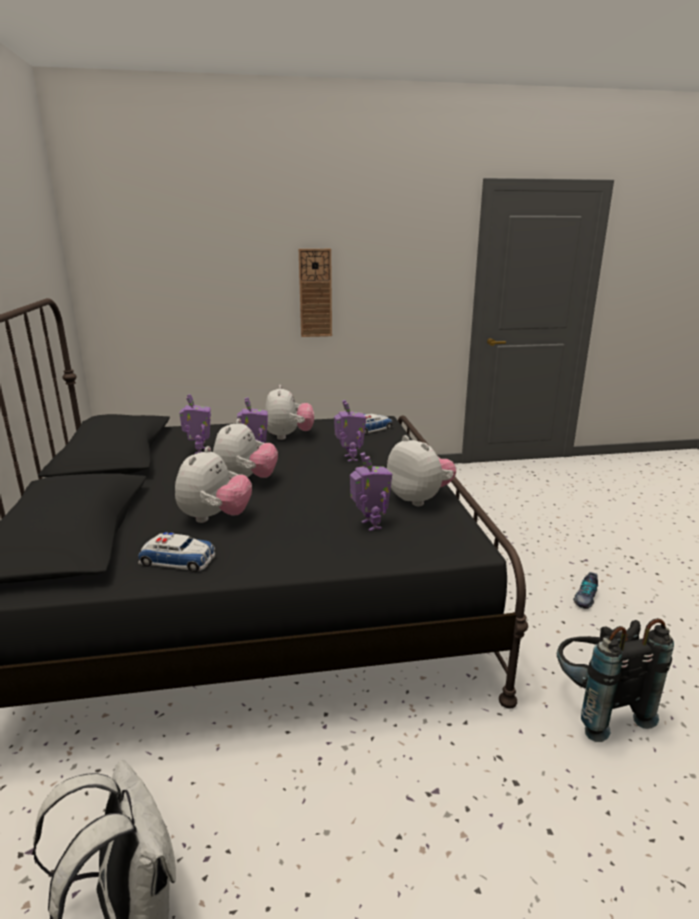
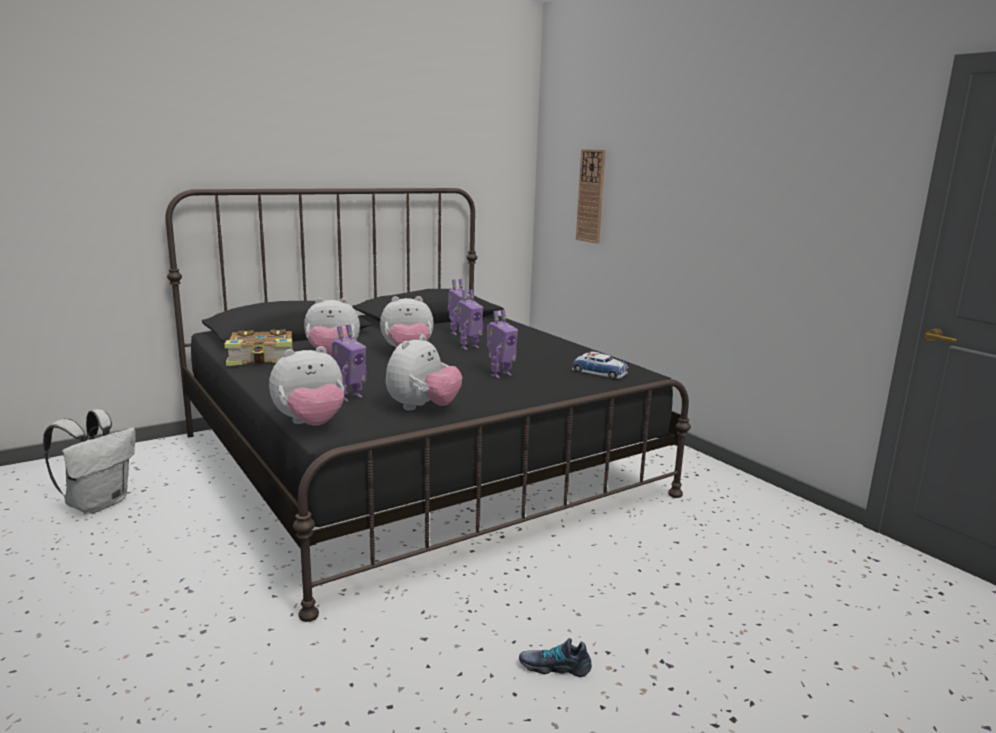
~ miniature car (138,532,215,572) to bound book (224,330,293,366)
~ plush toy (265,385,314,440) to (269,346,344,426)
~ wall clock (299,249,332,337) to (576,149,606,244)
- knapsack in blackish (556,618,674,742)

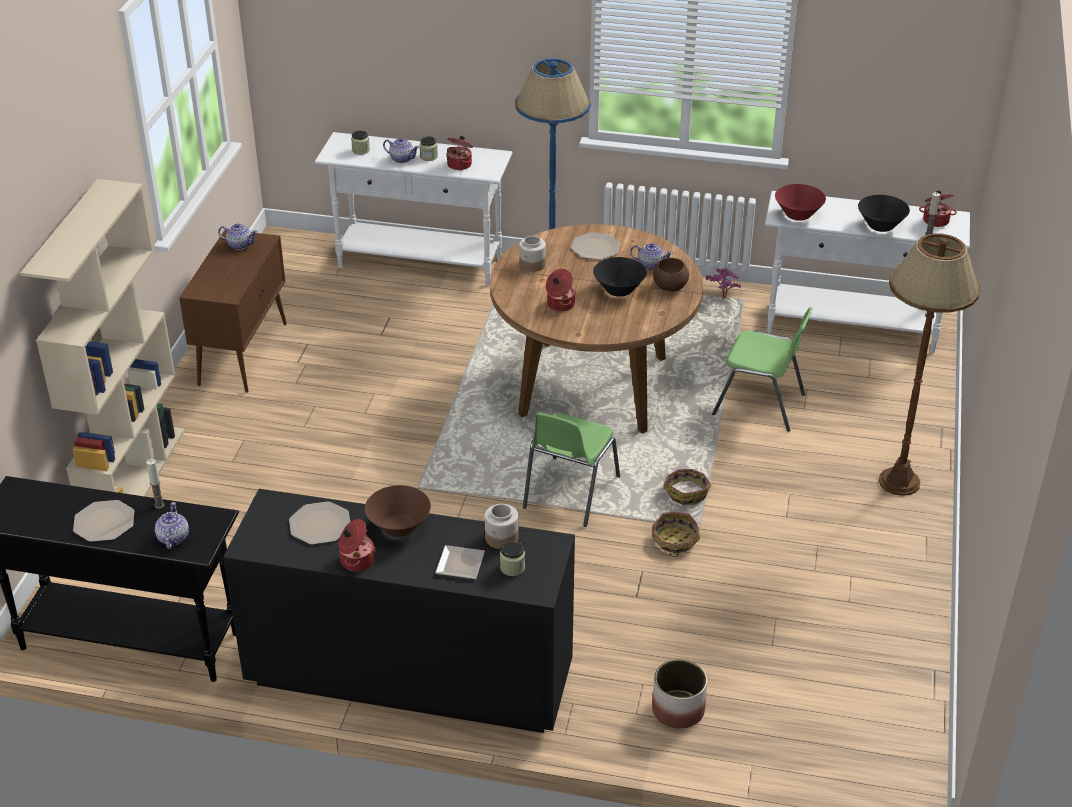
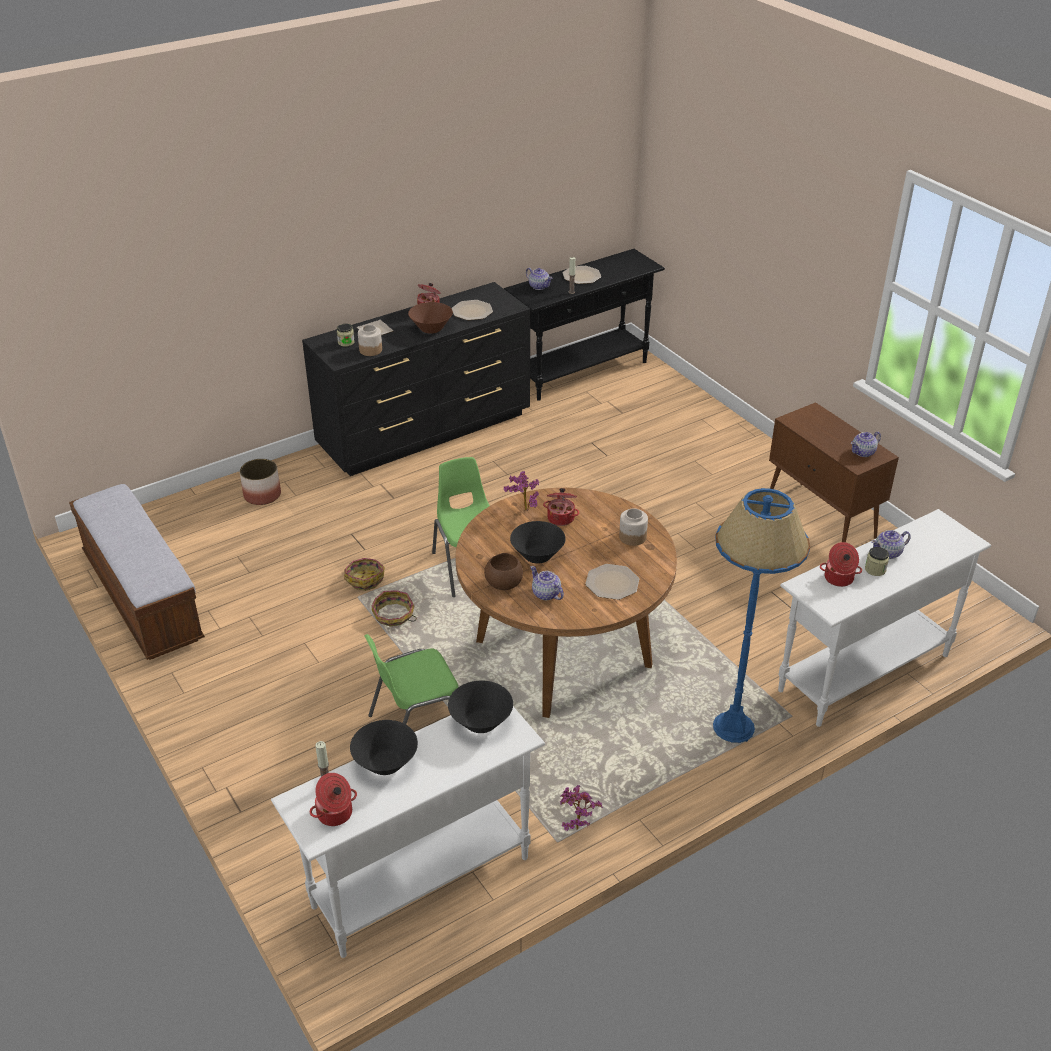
- shelving unit in beige-coloured (20,179,185,497)
- storage jar (351,130,370,155)
~ pot for tea (630,243,673,270) = (530,566,564,600) 75 degrees clockwise
~ serving bowl in red (775,184,826,221) to serving bowl in blackish (448,681,513,733)
- floor lamp in brown-coloured (879,233,981,496)
+ bench (69,484,205,660)
+ potted plant (504,471,539,511)

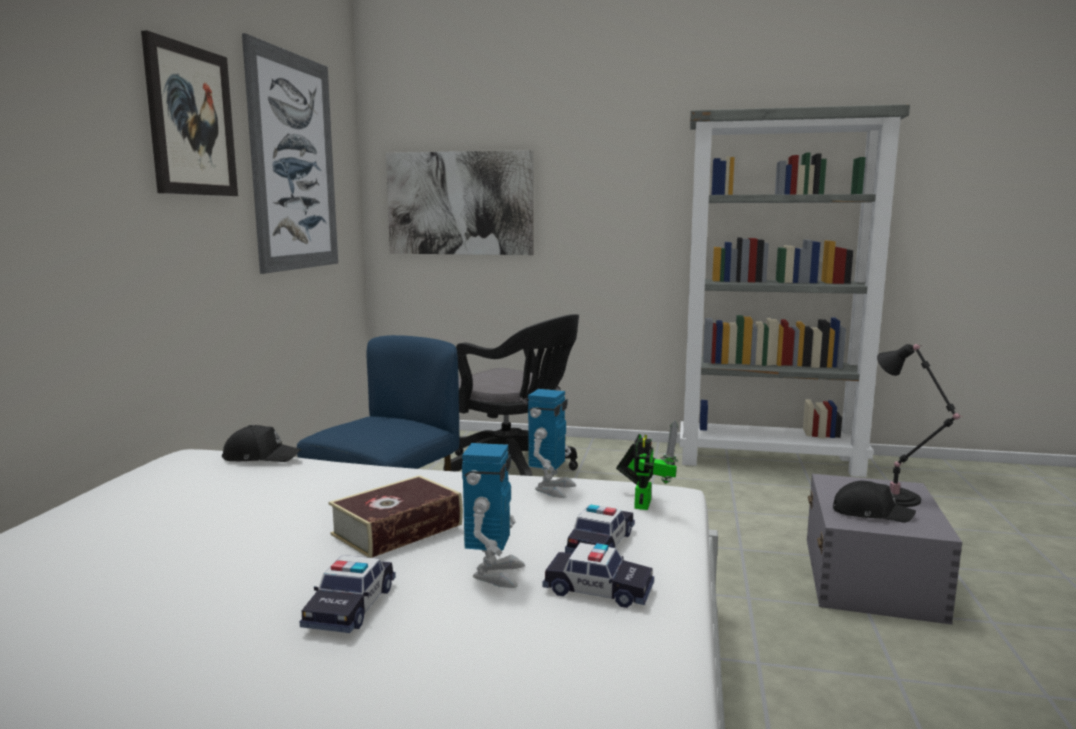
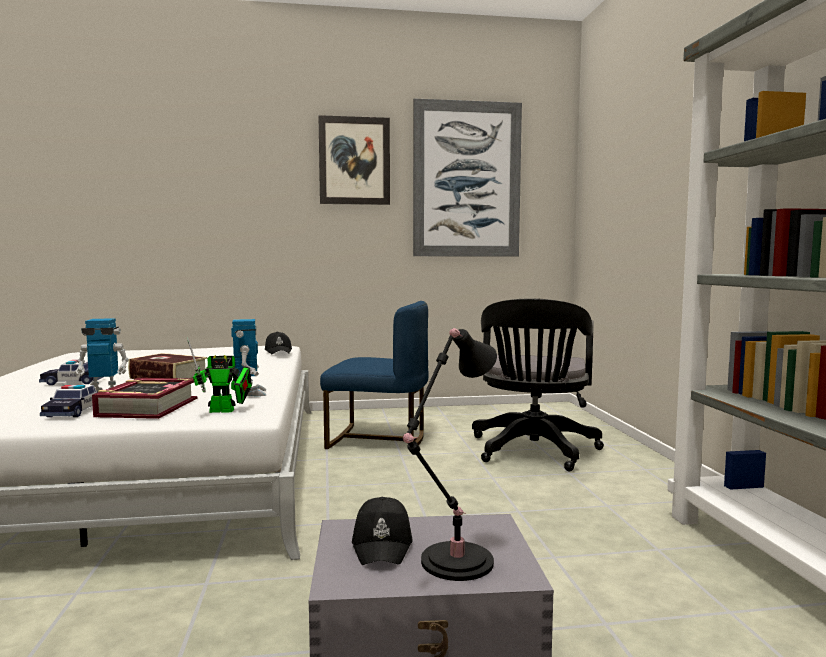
- wall art (386,150,534,255)
~ model robot (528,389,576,498) = (231,319,266,396) 105 degrees counterclockwise
~ miniature car (565,504,635,553) to bound book (92,378,197,419)

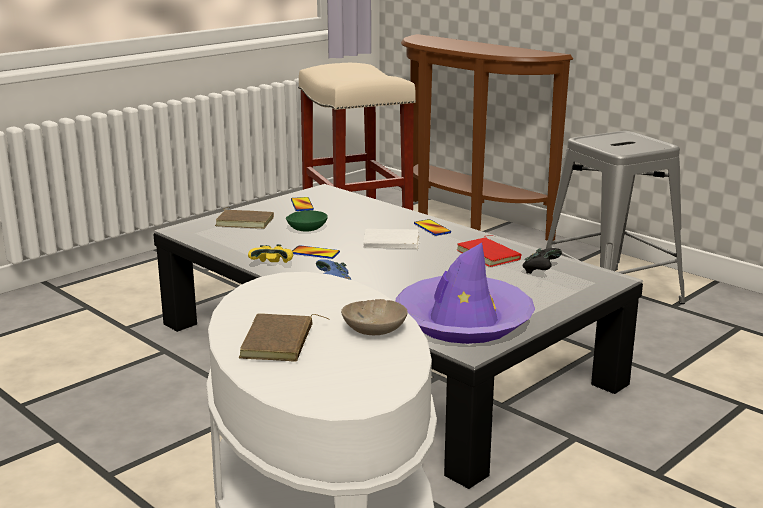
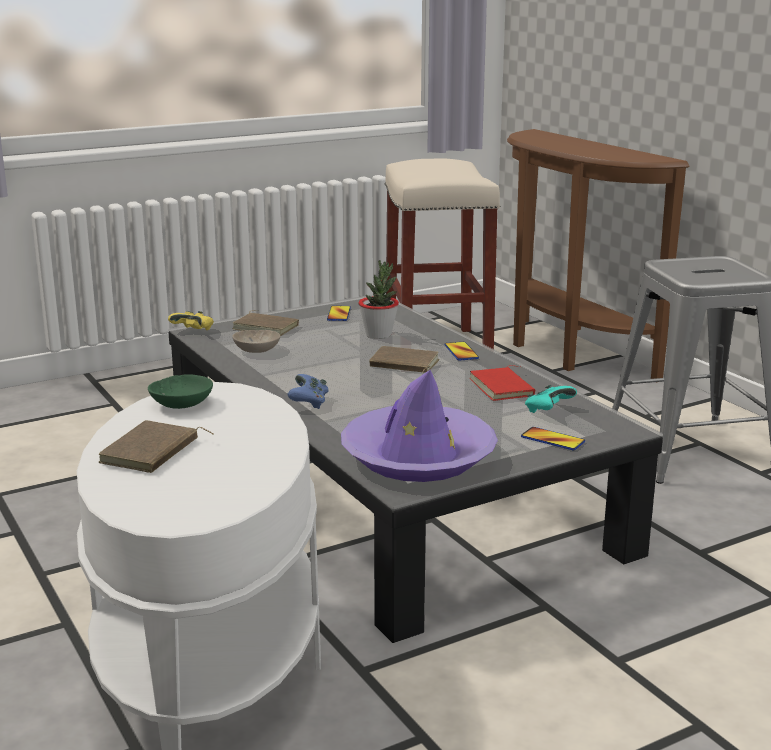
~ joypad in yellow-coloured (248,244,293,263) to (168,311,214,330)
~ serving bowl in greenish (286,210,328,232) to (148,374,213,409)
~ handset (292,245,340,259) to (521,427,585,450)
~ serving bowl in beige-coloured (341,299,408,335) to (232,330,280,353)
~ bound book in white (363,229,420,249) to bound book in brown-coloured (369,346,440,373)
~ joypad in blackish (523,248,562,274) to joypad in turquoise (525,385,577,413)
+ potted plant (358,260,399,339)

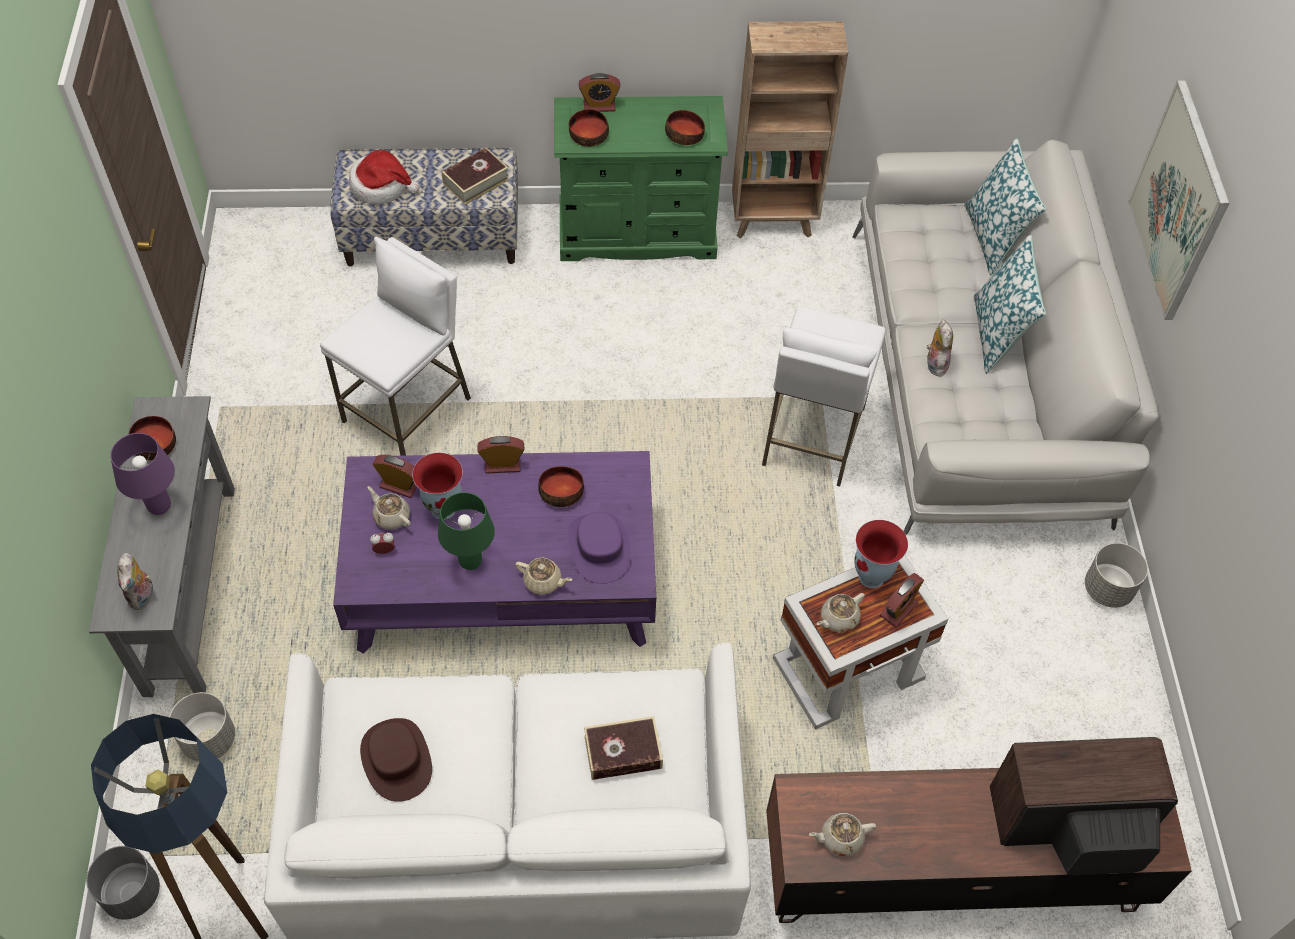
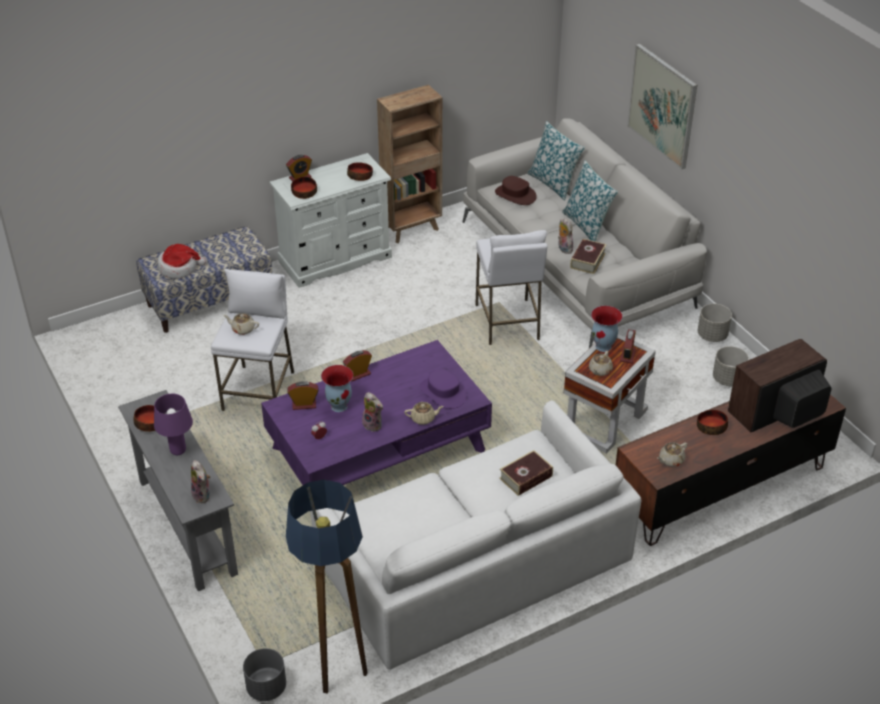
~ planter in gray (169,692,235,762) to (713,346,749,386)
~ clothing hat in brown-coloured (360,718,432,802) to (495,176,537,205)
~ pot for tea in beige-coloured (367,486,411,530) to (224,313,259,335)
~ lamp for a table in greenish (438,492,495,570) to plush toy (362,392,383,432)
~ bound book (442,148,509,205) to (570,239,606,274)
~ serving bowl (538,466,584,507) to (697,410,728,435)
~ drawer chest in greenish (554,96,728,261) to drawer chest in white (269,153,392,288)

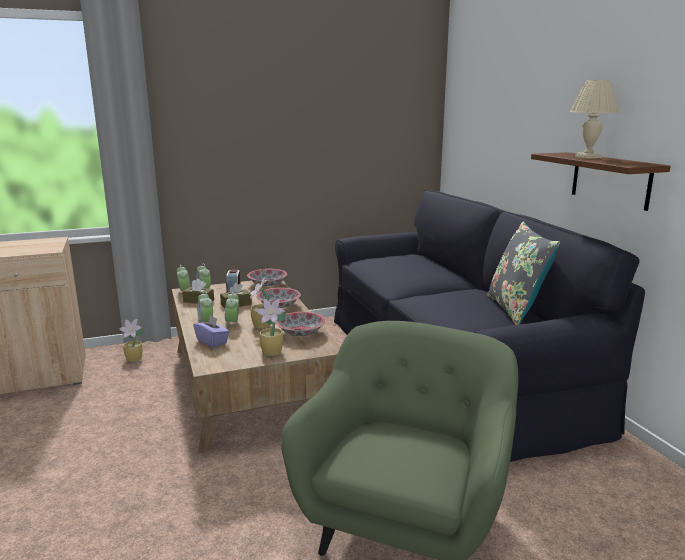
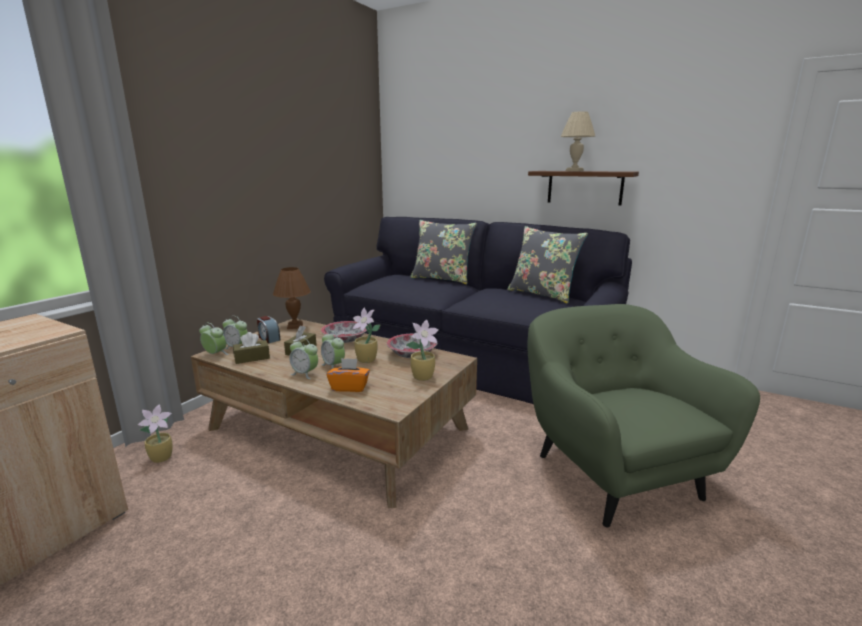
~ tissue box in purplish (193,315,229,348) to tissue box in orange (327,358,370,392)
~ serving bowl (247,269,287,286) to lamp for a table in brown-coloured (273,267,311,329)
+ throw pillow in gray (410,220,477,284)

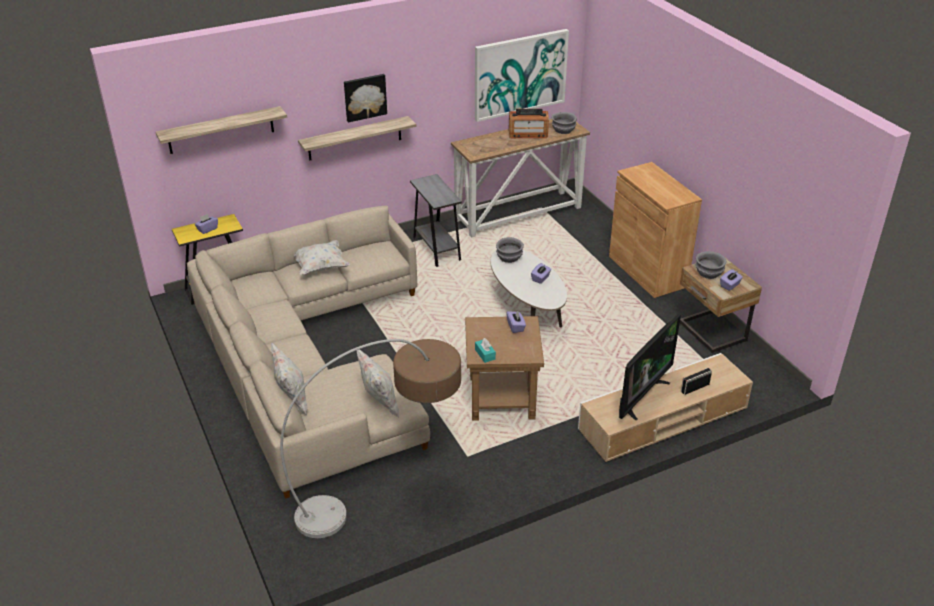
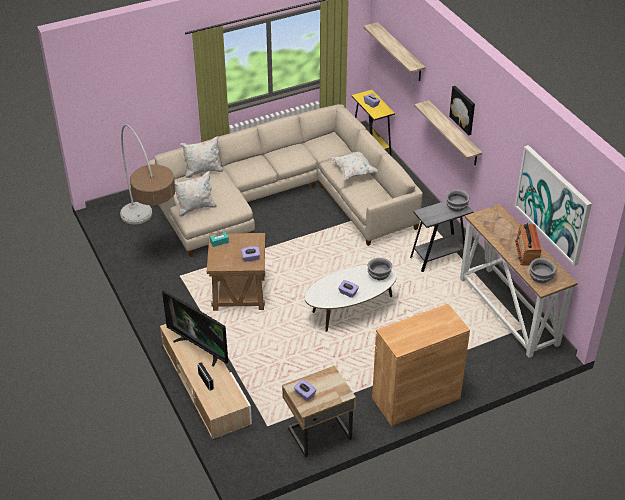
~ serving bowl in gray (695,251,727,279) to (446,189,470,212)

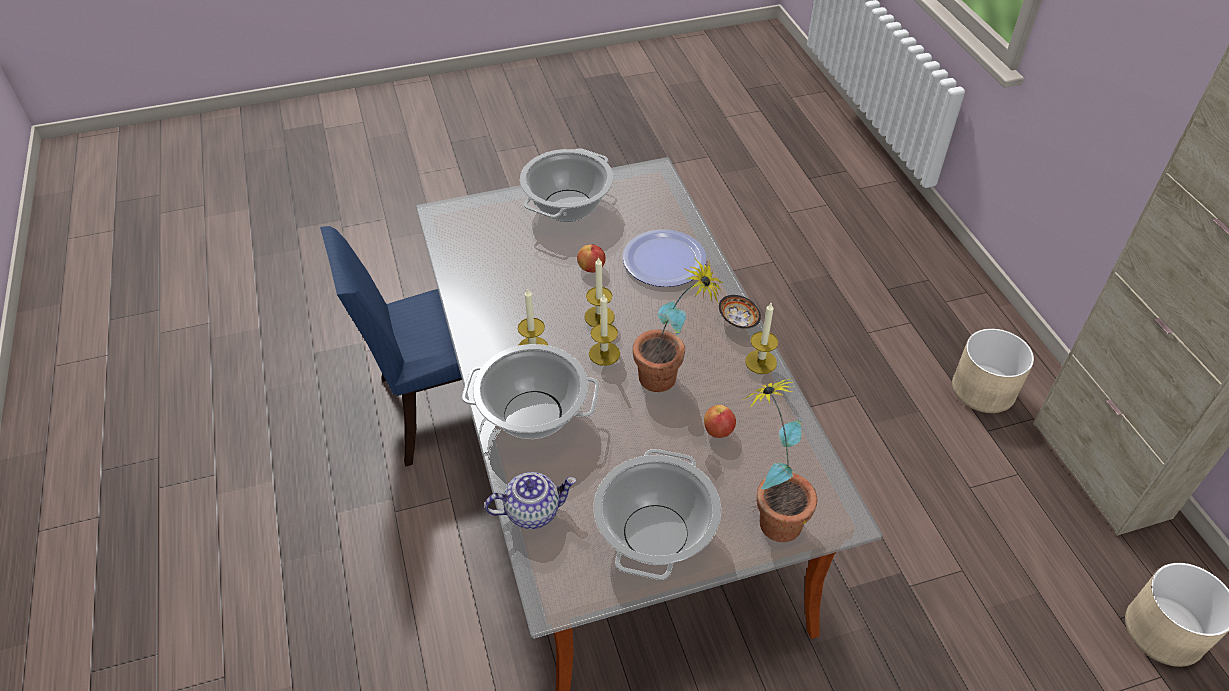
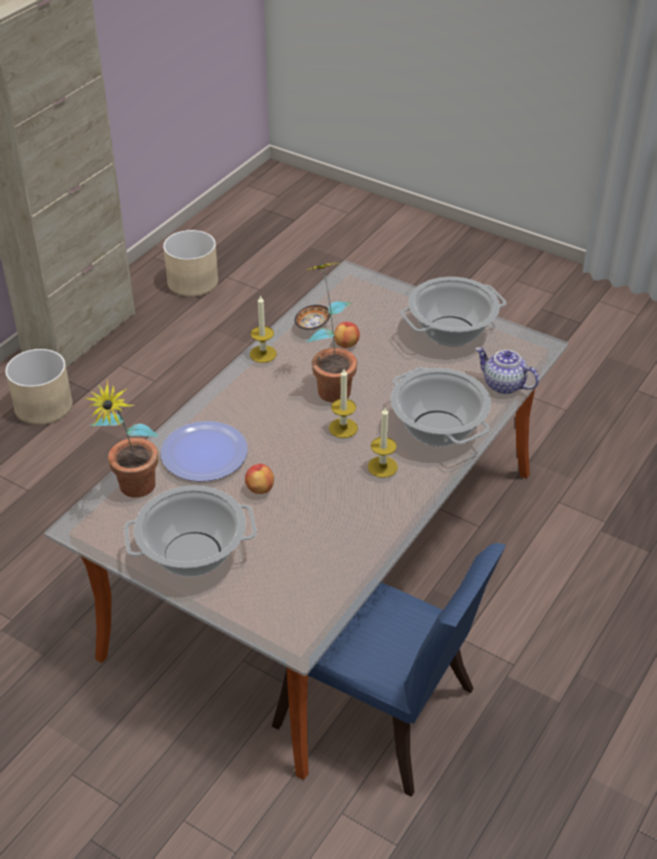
- candle (584,257,615,327)
~ serving bowl (719,295,761,329) to (295,305,331,330)
~ potted plant (743,378,817,542) to (86,380,158,498)

